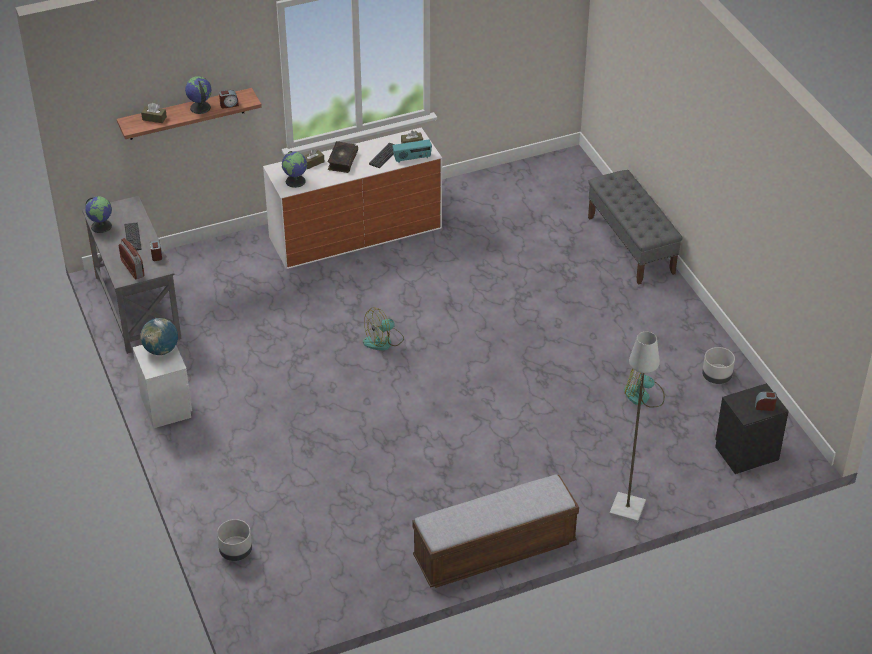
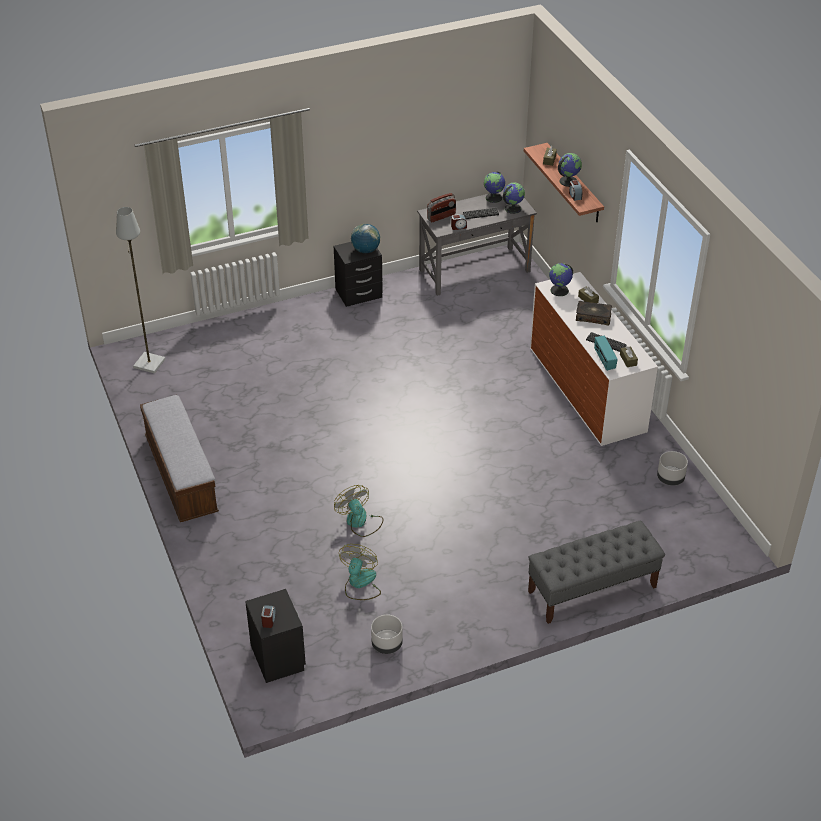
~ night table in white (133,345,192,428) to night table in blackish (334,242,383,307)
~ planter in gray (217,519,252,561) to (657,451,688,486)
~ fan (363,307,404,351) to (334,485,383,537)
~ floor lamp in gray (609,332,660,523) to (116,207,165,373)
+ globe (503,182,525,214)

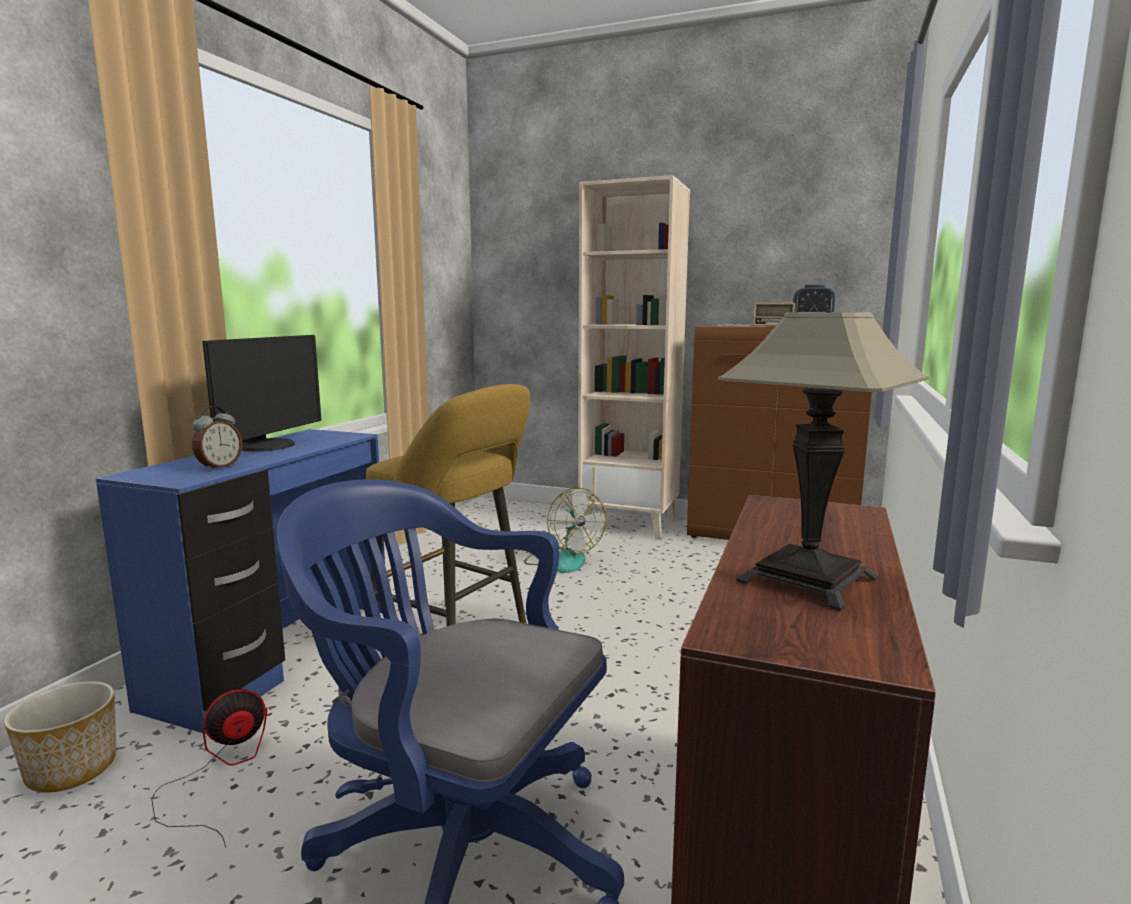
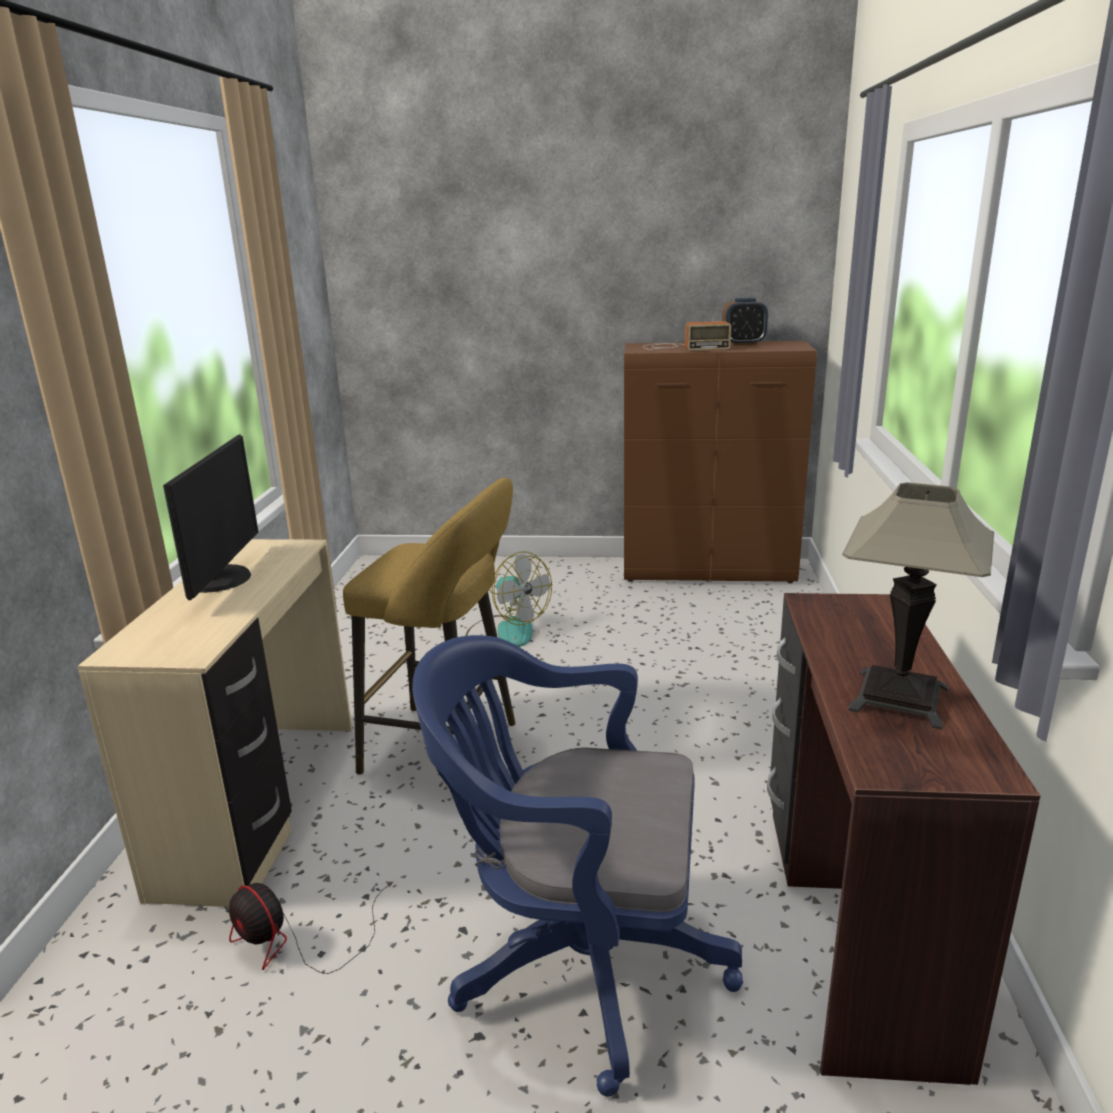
- planter (4,681,116,793)
~ desk table in bluish (96,429,385,734) to desk table in beige-coloured (77,539,352,907)
~ fan (151,689,267,848) = (229,882,393,974) 90 degrees counterclockwise
- bedside clock (192,406,242,471)
- shelving unit in beige-coloured (578,175,690,539)

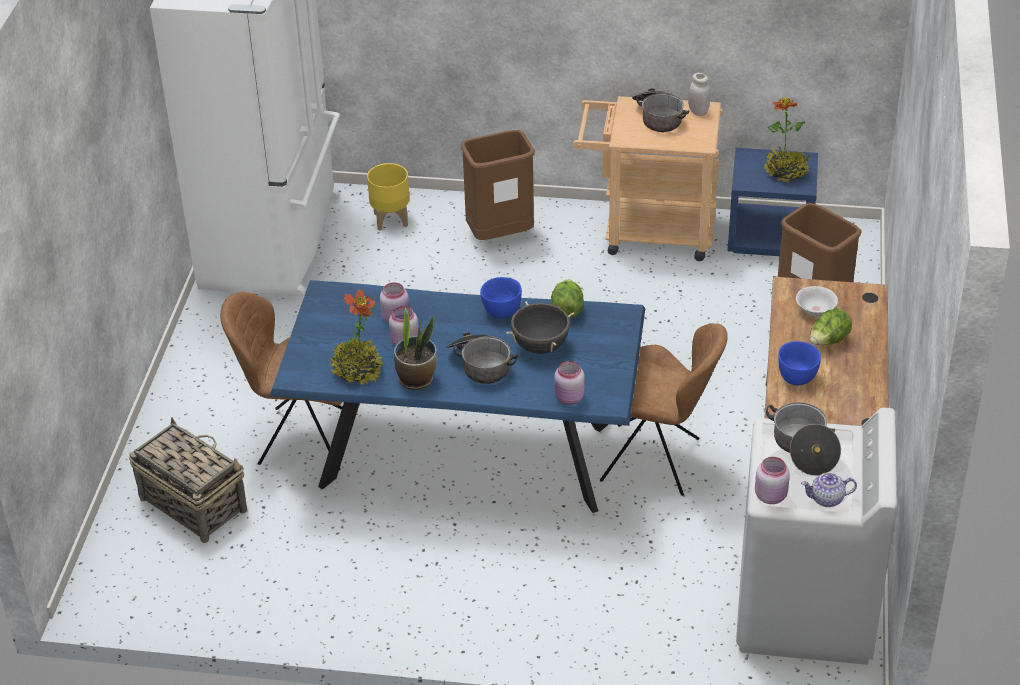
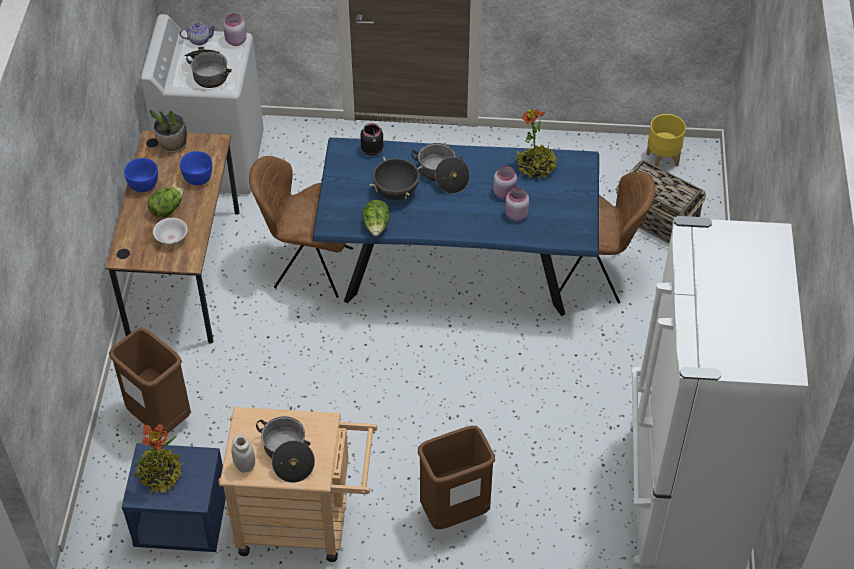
~ planter in yellow-coloured (367,163,410,231) to (646,114,686,167)
~ potted plant (394,307,437,390) to (149,110,187,153)
~ serving bowl in bluish (480,277,522,319) to (124,158,158,192)
~ storage jar in pinkish (554,361,585,405) to storage jar in blackish (360,123,383,156)

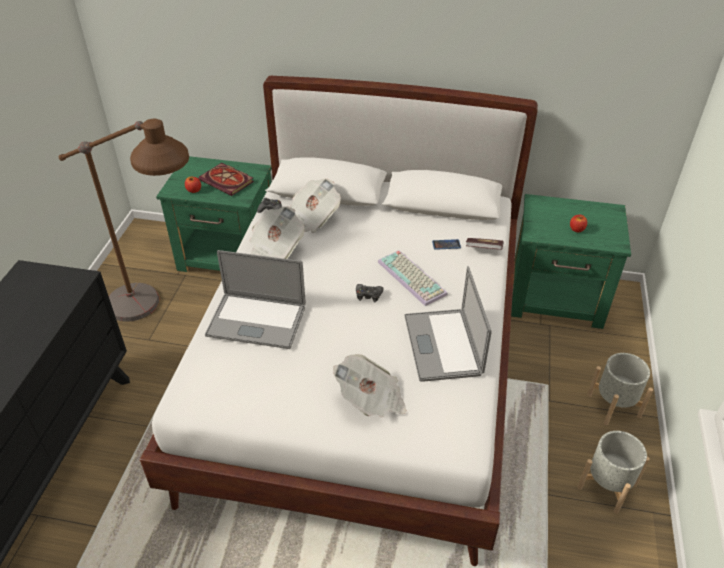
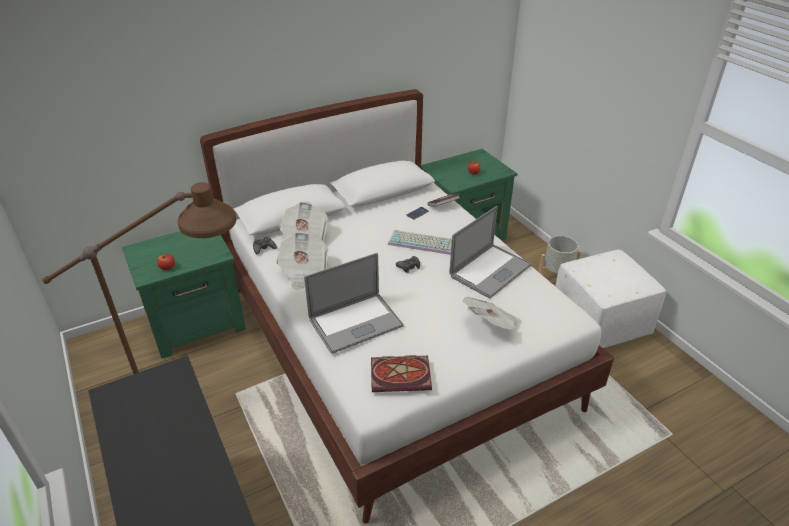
~ bound book (198,163,254,196) to (371,355,432,392)
~ notebook computer (405,266,492,382) = (449,206,532,299) 90 degrees counterclockwise
~ planter in gray (577,431,650,514) to footrest in white (555,249,666,348)

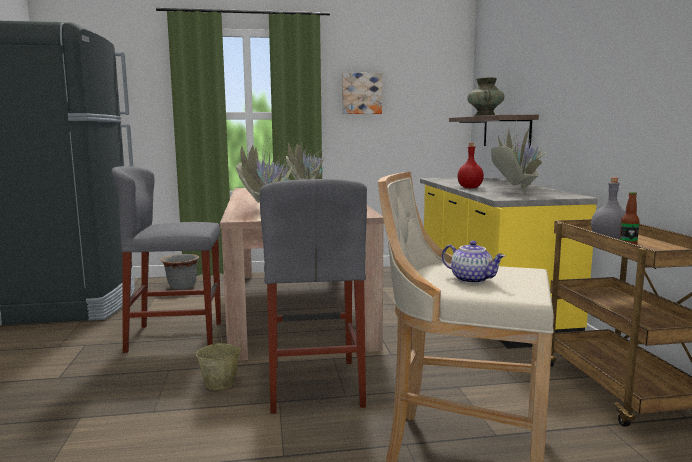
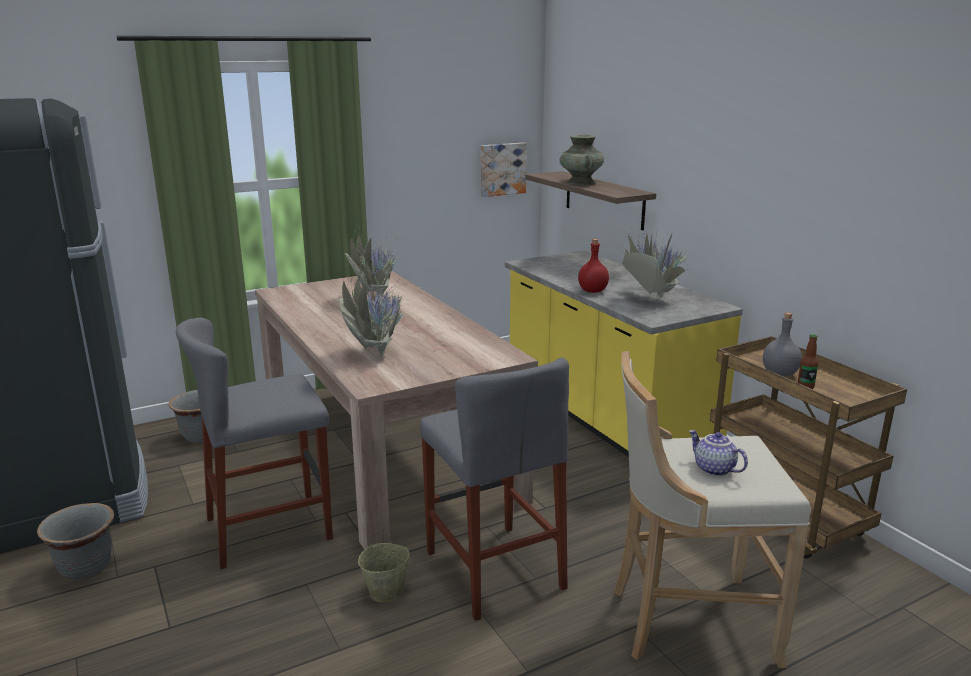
~ wall art (342,73,382,114) to (481,143,527,197)
~ pot for tea (442,241,505,284) = (689,430,748,476) 150 degrees counterclockwise
+ planter in gray (37,503,114,580)

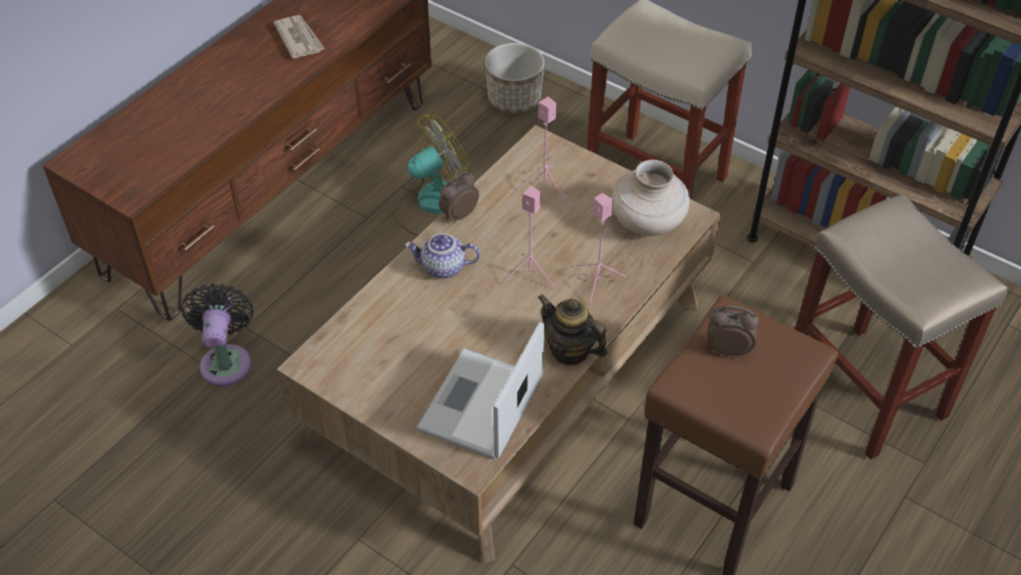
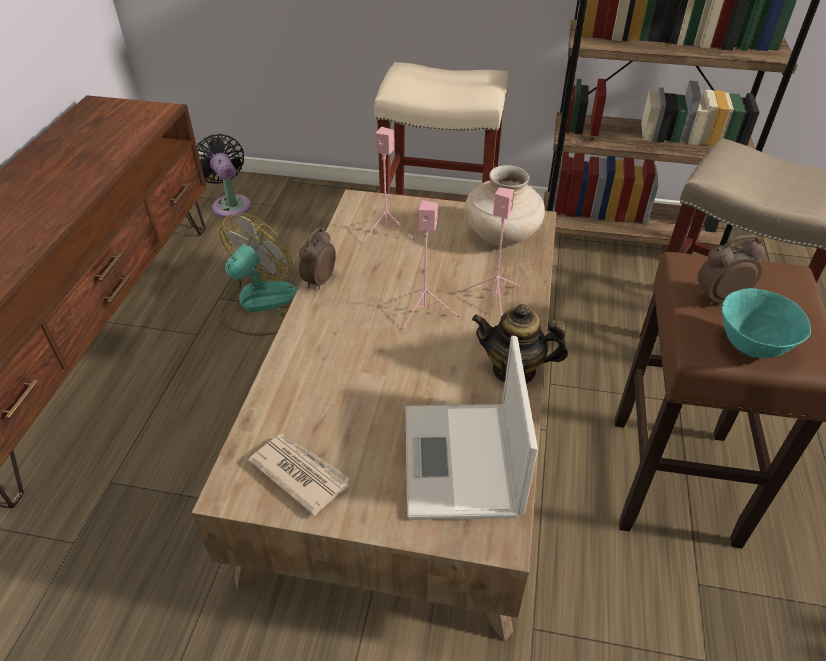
~ fan in blackish (181,283,253,387) to (197,134,251,218)
~ daily paper (274,15,325,59) to (248,434,350,516)
- pot for tea (405,233,480,279)
- planter (485,43,545,113)
+ serving bowl in turquoise (721,288,811,358)

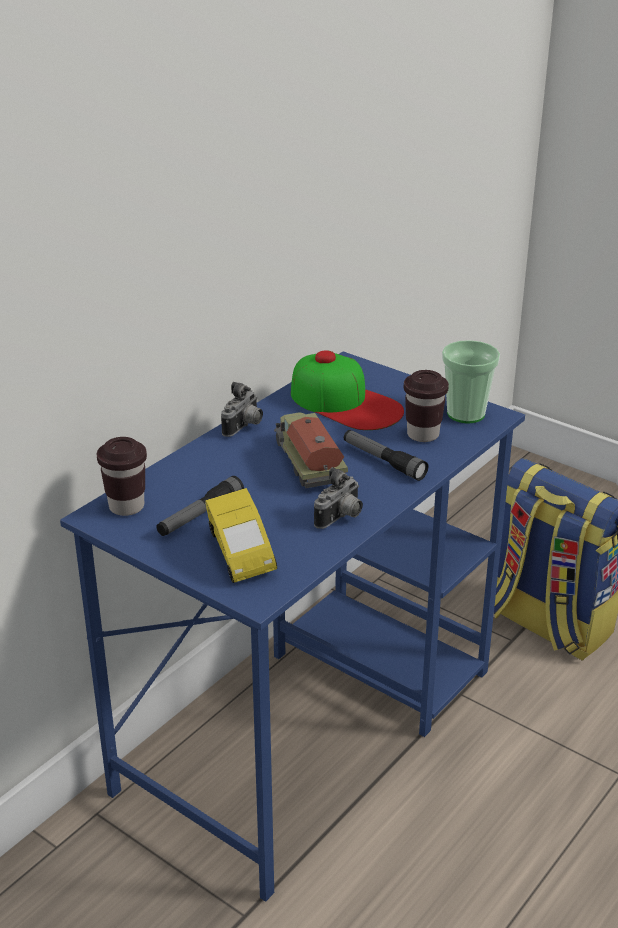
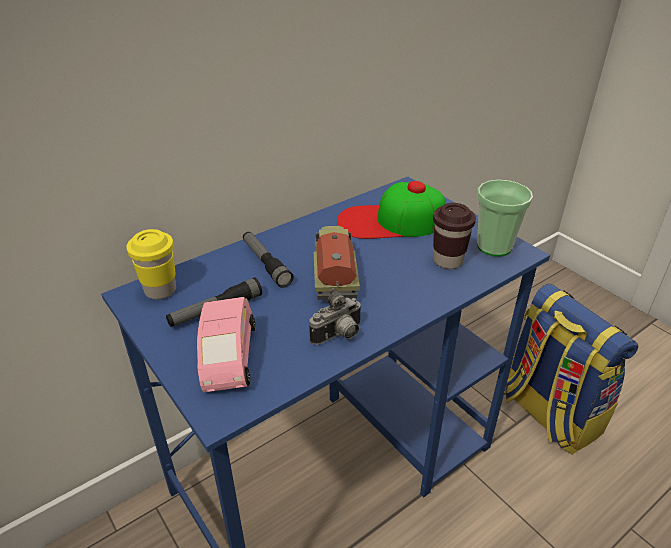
~ cup in brown-coloured (97,437,147,516) to cup in yellow-coloured (126,229,176,300)
~ miniature car in yellow-coloured (205,488,277,583) to miniature car in pinkish (197,297,255,393)
- still camera (221,382,263,437)
~ cap (291,350,404,430) = (337,181,446,239) 120 degrees clockwise
~ flashlight (344,430,428,481) to (243,232,294,288)

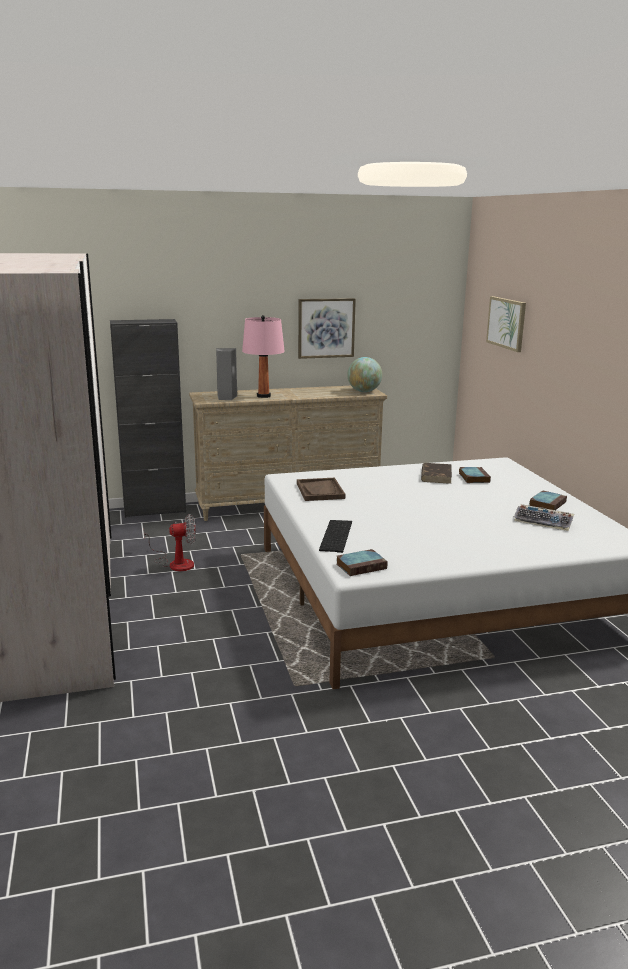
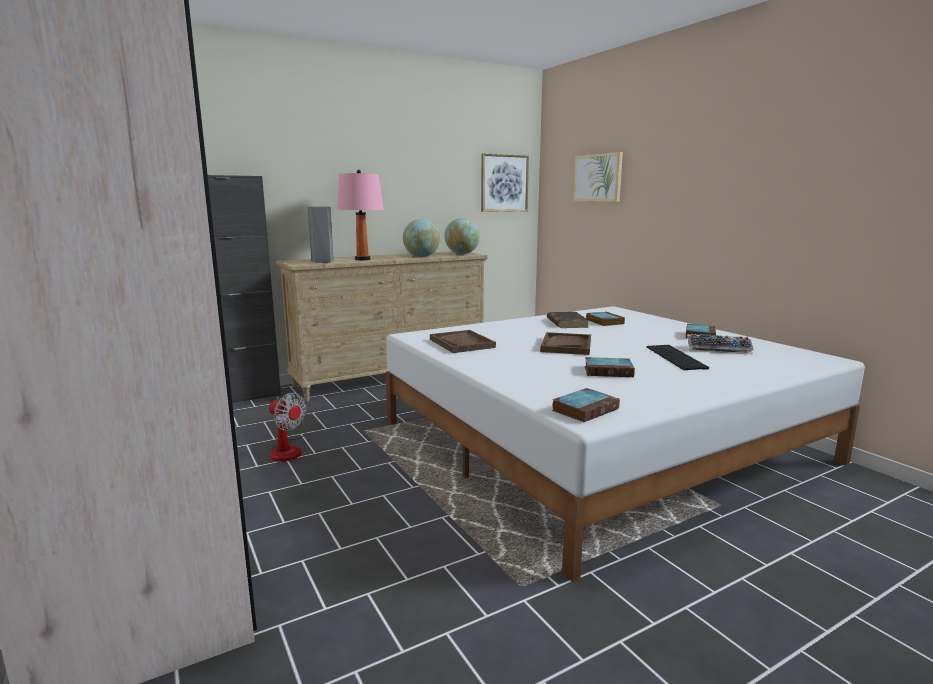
~ fan (144,514,196,571) = (269,393,306,462) 60 degrees clockwise
~ wall art (298,298,356,359) to (481,154,529,212)
~ computer keyboard (319,520,352,553) to (647,345,709,370)
+ globe (403,219,440,257)
+ serving tray in brown-coloured (540,332,591,355)
+ bound book (585,357,635,377)

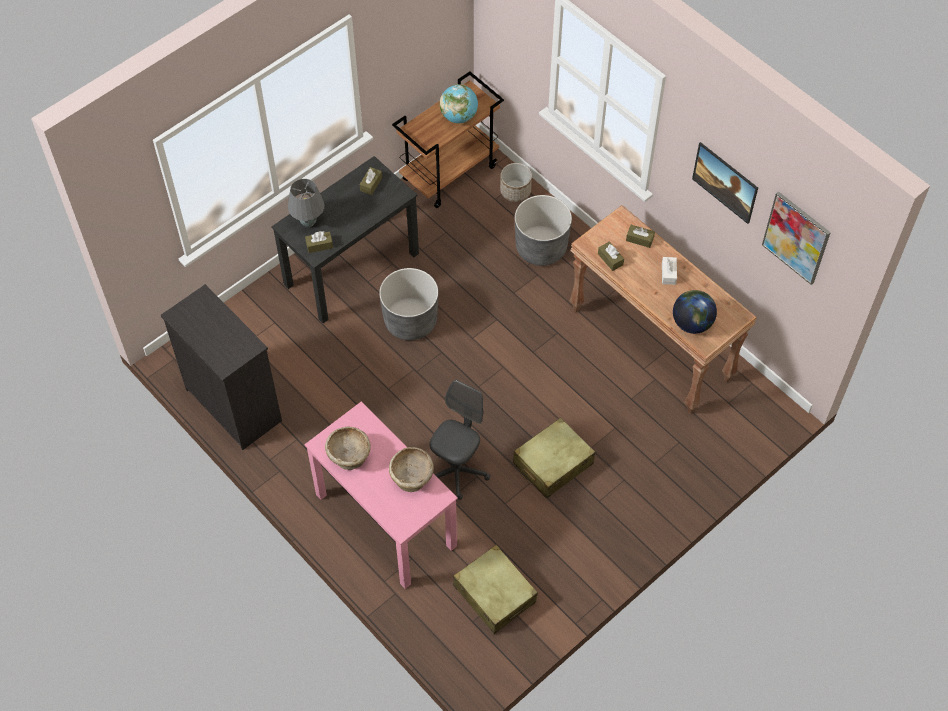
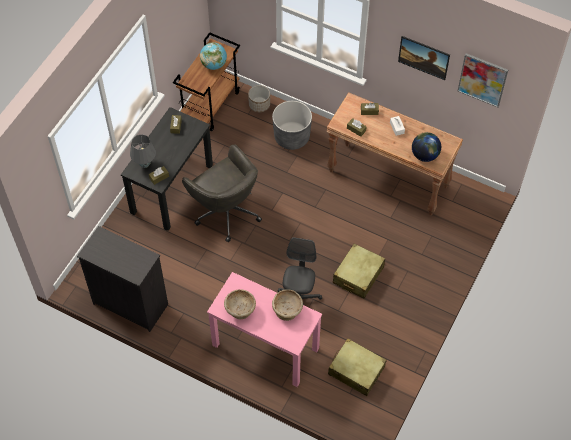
~ planter in gray (379,268,438,340) to office chair in gray (182,144,262,242)

